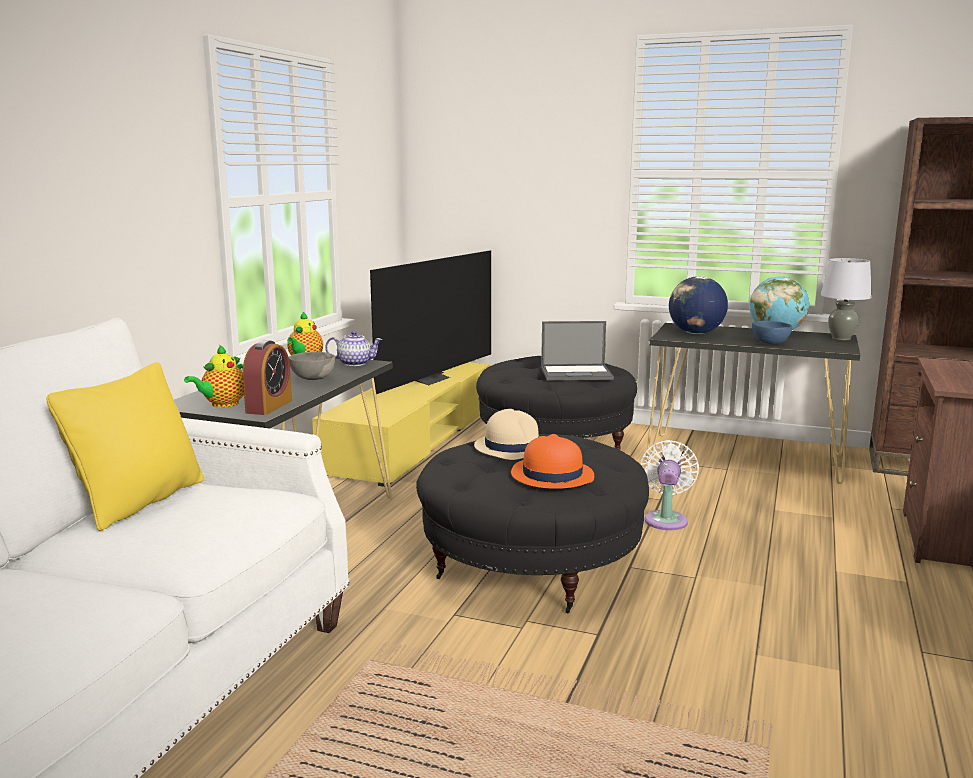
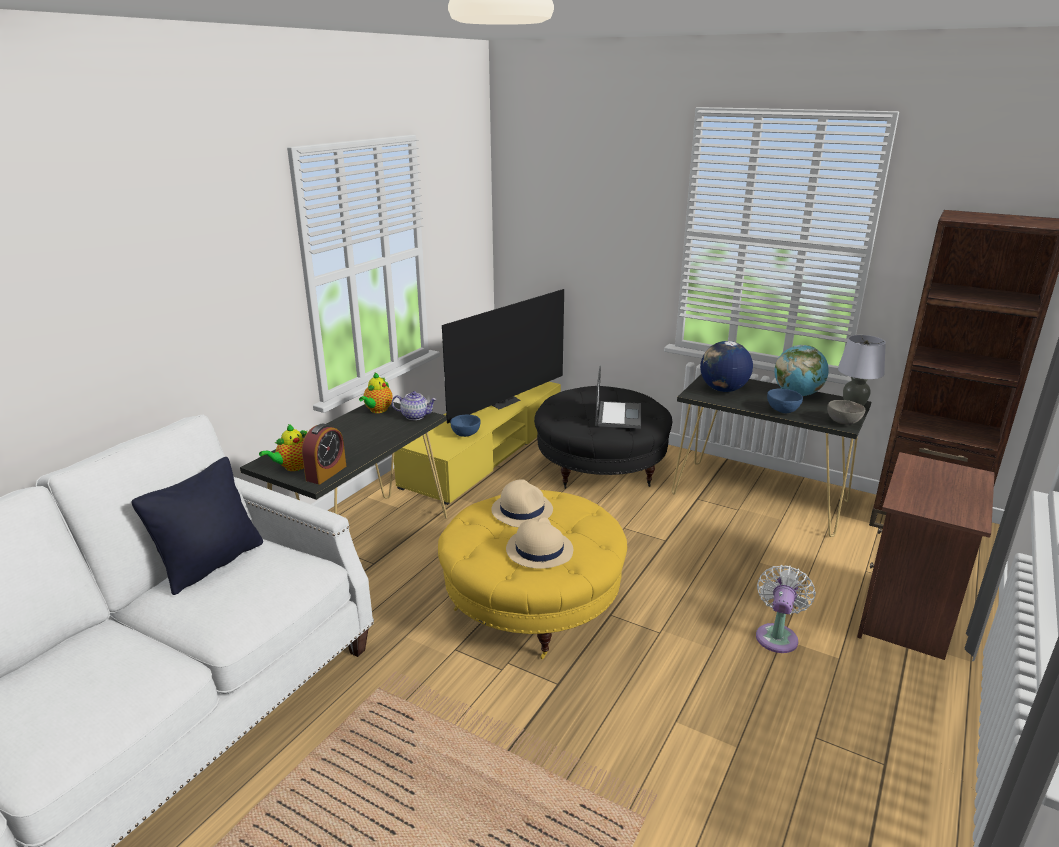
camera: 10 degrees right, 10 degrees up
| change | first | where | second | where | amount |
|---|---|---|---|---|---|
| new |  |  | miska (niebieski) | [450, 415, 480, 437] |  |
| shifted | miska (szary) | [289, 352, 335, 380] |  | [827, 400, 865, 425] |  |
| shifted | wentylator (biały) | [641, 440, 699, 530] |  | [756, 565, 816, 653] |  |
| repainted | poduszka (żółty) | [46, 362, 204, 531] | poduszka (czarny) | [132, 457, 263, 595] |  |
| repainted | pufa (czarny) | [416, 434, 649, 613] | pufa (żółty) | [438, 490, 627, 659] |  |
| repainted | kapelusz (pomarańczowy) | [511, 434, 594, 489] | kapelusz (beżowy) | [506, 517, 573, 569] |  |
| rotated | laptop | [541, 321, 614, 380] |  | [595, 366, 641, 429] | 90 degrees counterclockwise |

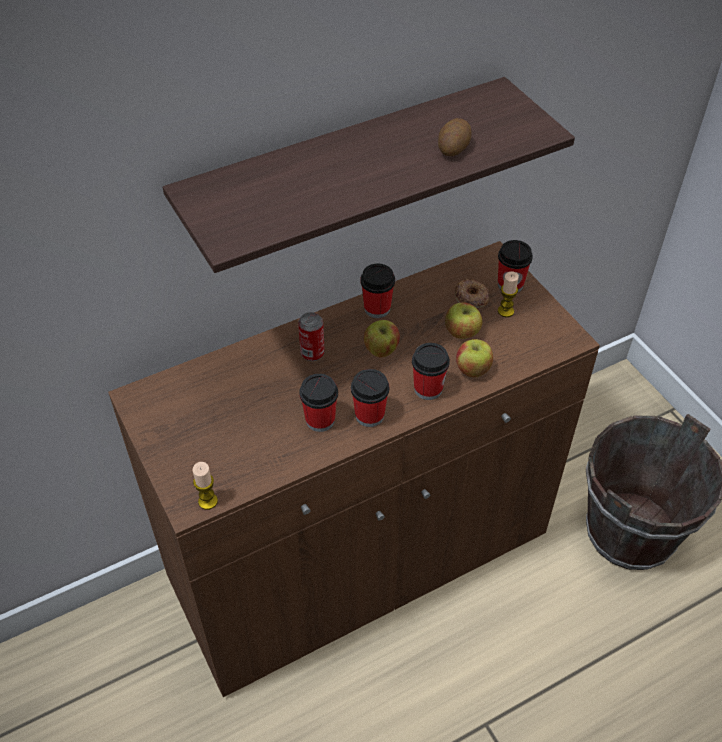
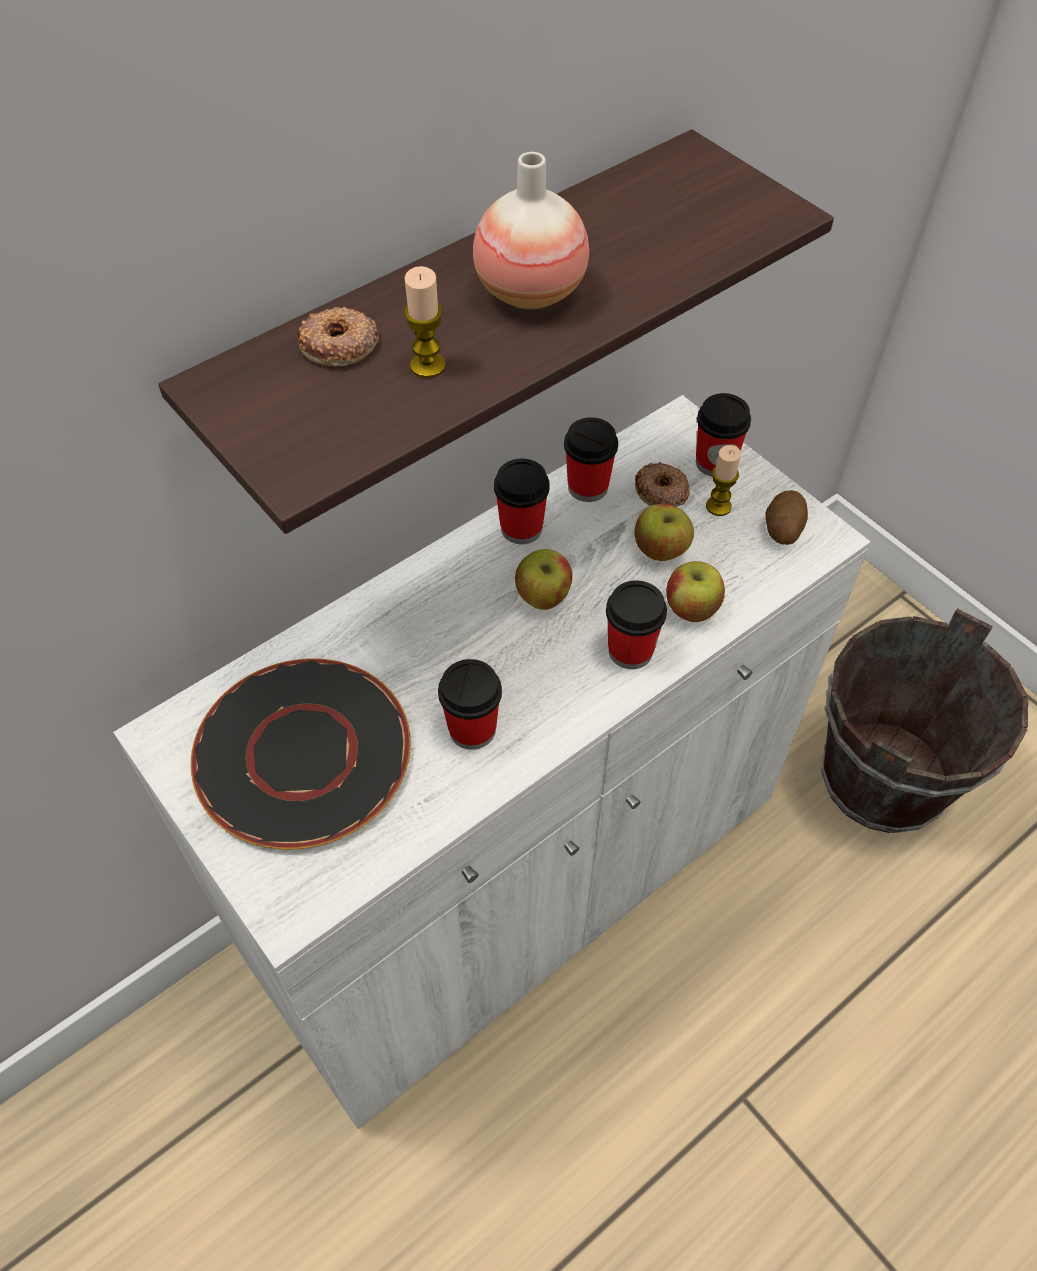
camera: 10 degrees left, 5 degrees up
| change | first | where | second | where | amount |
|---|---|---|---|---|---|
| gone | puszka | [298, 312, 325, 361] |  |  |  |
| new |  |  | talerz (czarny) | [191, 659, 411, 850] |  |
| new |  |  | donut | [298, 307, 379, 367] |  |
| new |  |  | wazon | [473, 152, 589, 310] |  |
| shifted | świeca | [192, 462, 218, 510] |  | [404, 266, 446, 378] |  |
| shifted | filiżanka | [351, 369, 389, 427] |  | [564, 417, 618, 502] |  |
| shifted | ziemniak | [438, 118, 472, 156] |  | [765, 490, 808, 545] |  |
| repainted | szafka (brązowy) | [108, 241, 600, 697] | szafka (biały) | [113, 395, 871, 1129] |  |

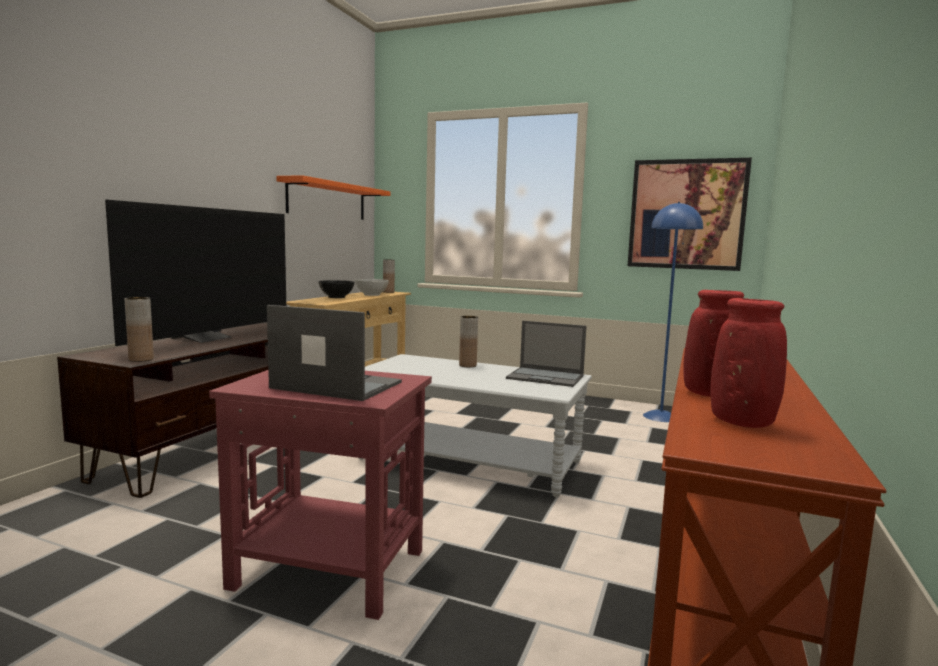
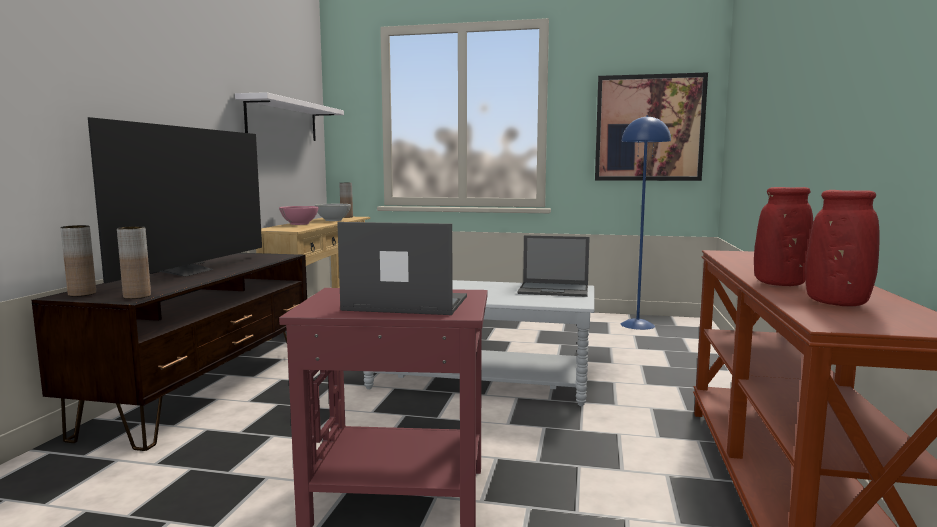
camera: 10 degrees left, 0 degrees up
| change | first | where | second | where | amount |
|---|---|---|---|---|---|
| shifted | wazon (brązowy) | [459, 316, 478, 367] |  | [61, 225, 96, 296] |  |
| repainted | półka (pomarańczowy) | [276, 175, 391, 220] | półka (biały) | [235, 92, 344, 141] |  |
| repainted | miska (czarny) | [318, 280, 355, 298] | miska (różowy) | [279, 206, 319, 225] |  |

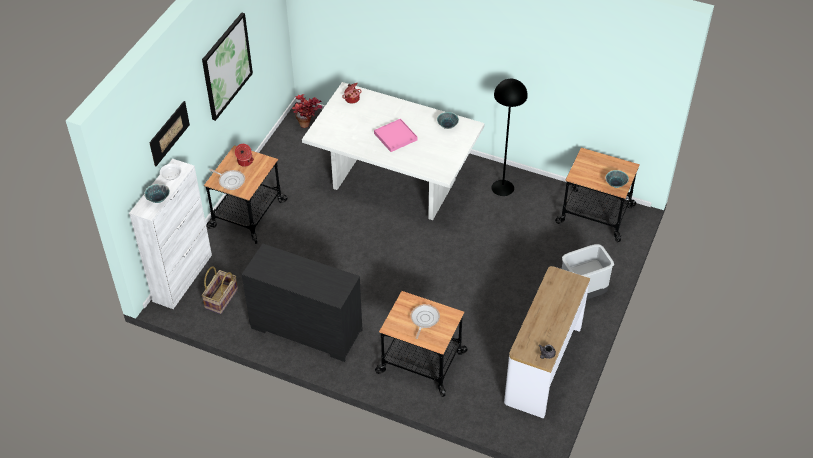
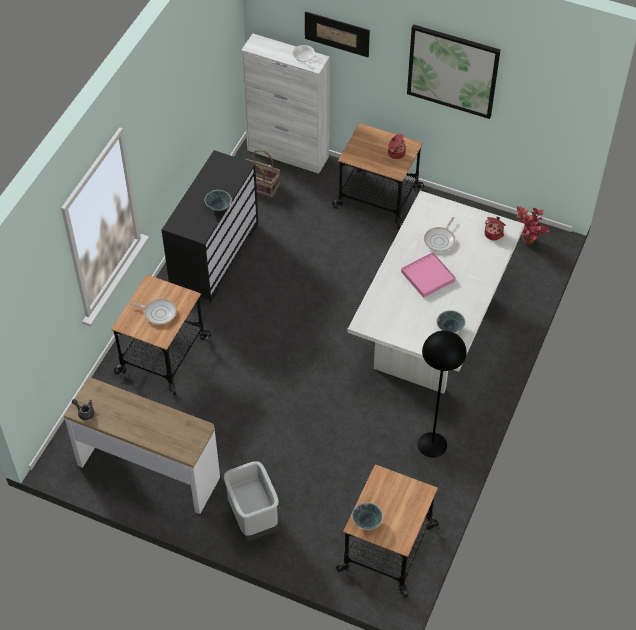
camera: 90 degrees right, 5 degrees up
| change | first | where | second | where | amount |
|---|---|---|---|---|---|
| shifted | miska | [144, 184, 170, 203] |  | [205, 190, 232, 211] |  |
| shifted | patelnia | [209, 169, 245, 190] |  | [424, 217, 455, 252] |  |

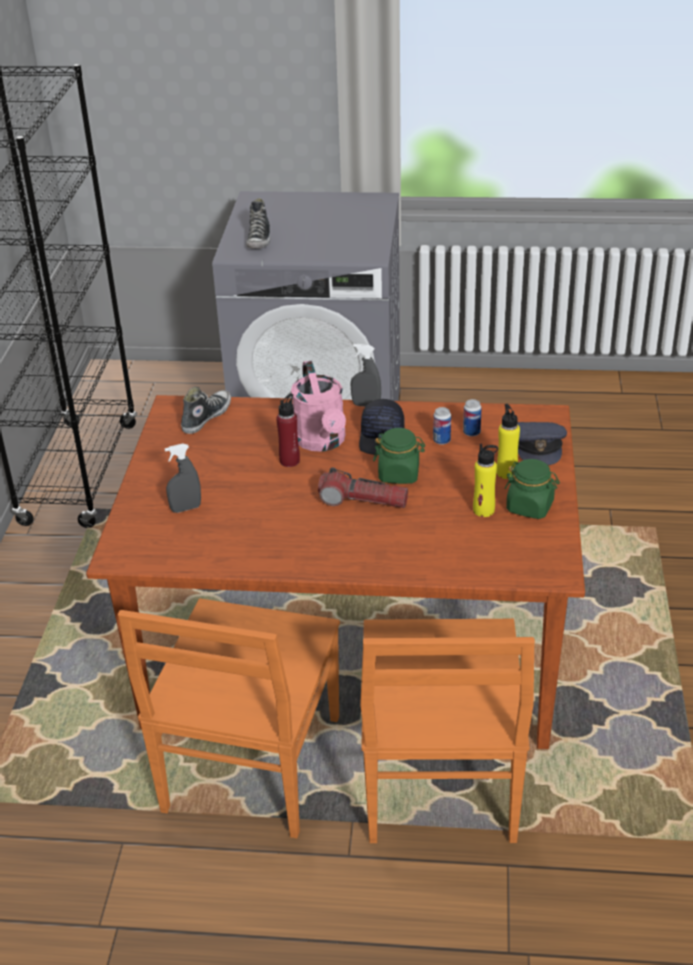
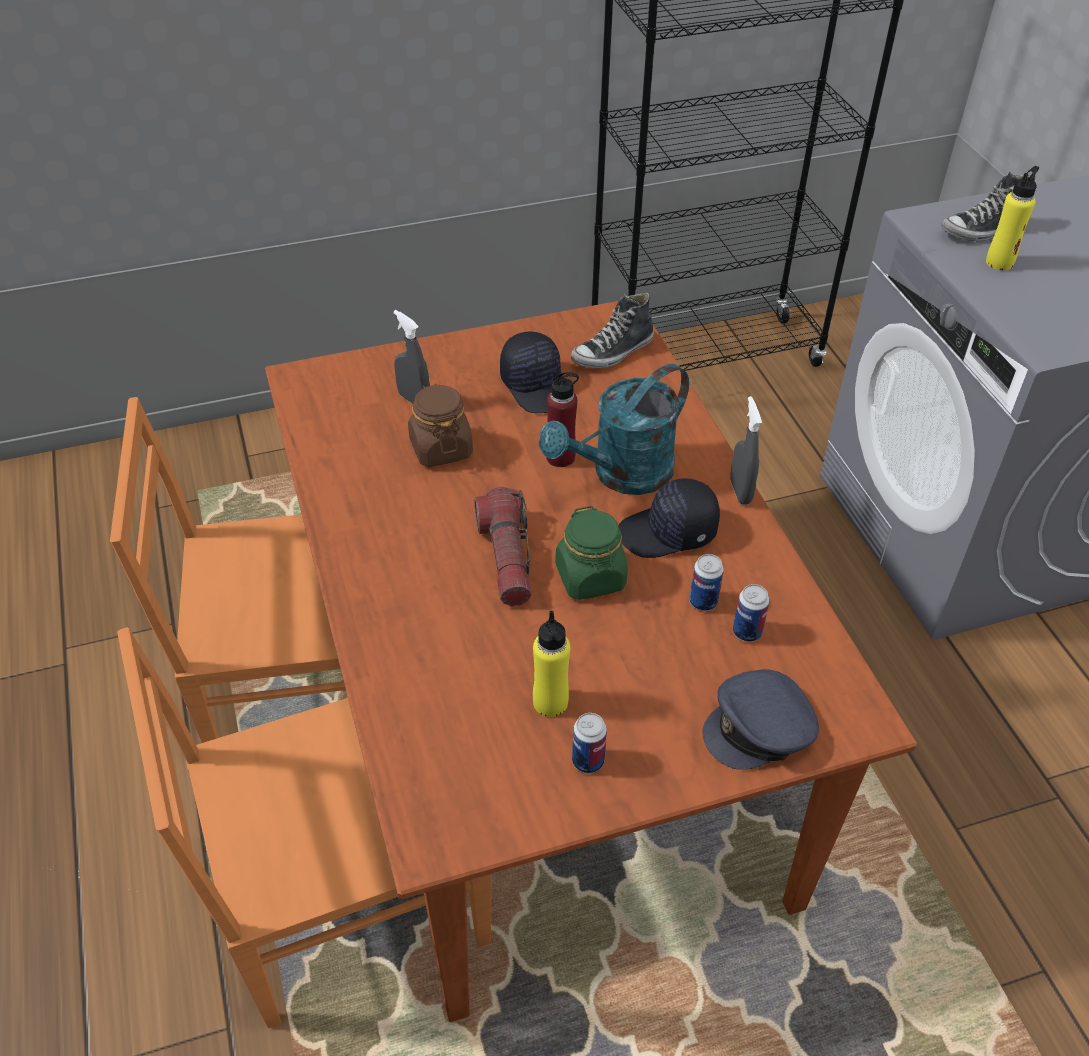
camera: 65 degrees right, 10 degrees up
| change | first | where | second | where | amount |
|---|---|---|---|---|---|
| new |  |  | słoik (brązowy) | [408, 383, 473, 467] |  |
| new |  |  | czapka z daszkiem (czarny) | [500, 331, 563, 413] |  |
| shifted | butelka (żółty) | [497, 404, 520, 479] |  | [986, 166, 1039, 270] |  |
| swapped | słoik (zielony) | [505, 459, 560, 519] | puszka | [572, 713, 607, 773] |  |
| repainted | konewka (różowy) | [291, 361, 346, 452] | konewka (turkusowy) | [539, 364, 689, 495] |  |
| rotated | but | [181, 387, 231, 434] |  | [571, 292, 654, 368] | 135 degrees clockwise |

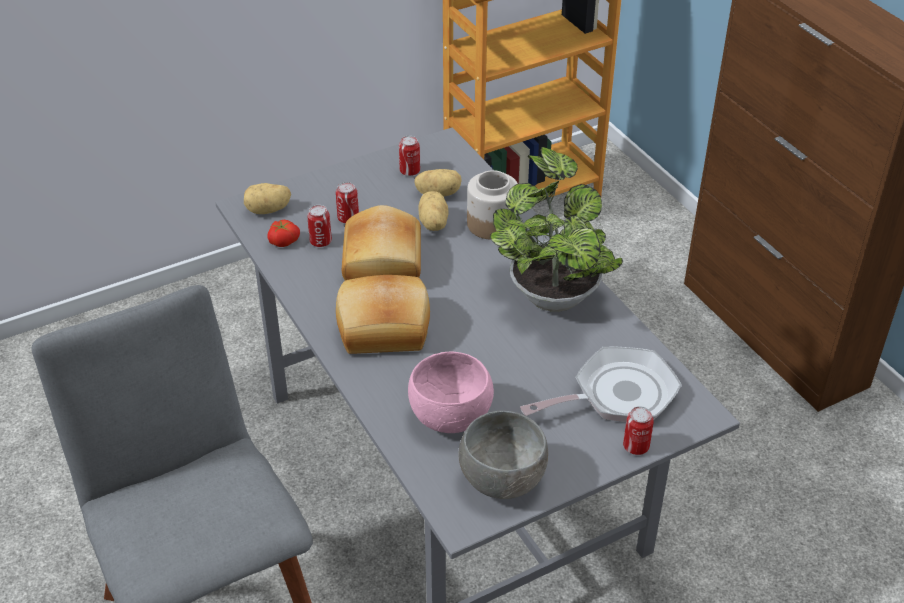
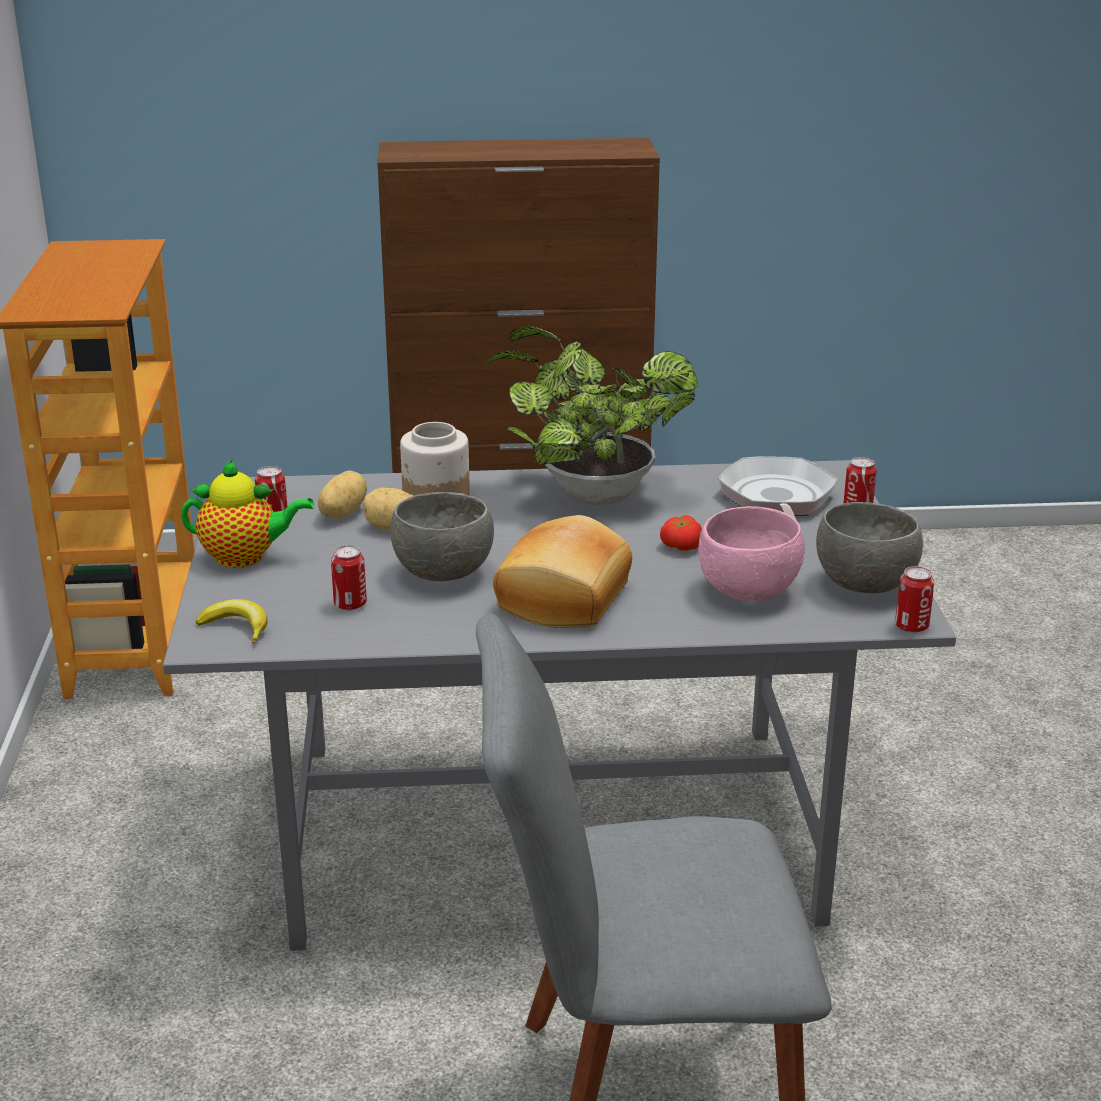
camera: 65 degrees left, 15 degrees down
| change | first | where | second | where | amount |
|---|---|---|---|---|---|
| new |  |  | imbryk | [181, 460, 314, 568] |  |
| shifted | pomidor | [267, 220, 300, 247] |  | [660, 515, 702, 551] |  |
| shifted | puszka | [336, 182, 359, 224] |  | [895, 566, 934, 633] |  |
| swapped | ziemniak | [244, 183, 291, 214] | banan | [196, 599, 268, 644] |  |
| swapped | chleb | [342, 205, 421, 280] | miska (szary) | [390, 492, 494, 582] |  |

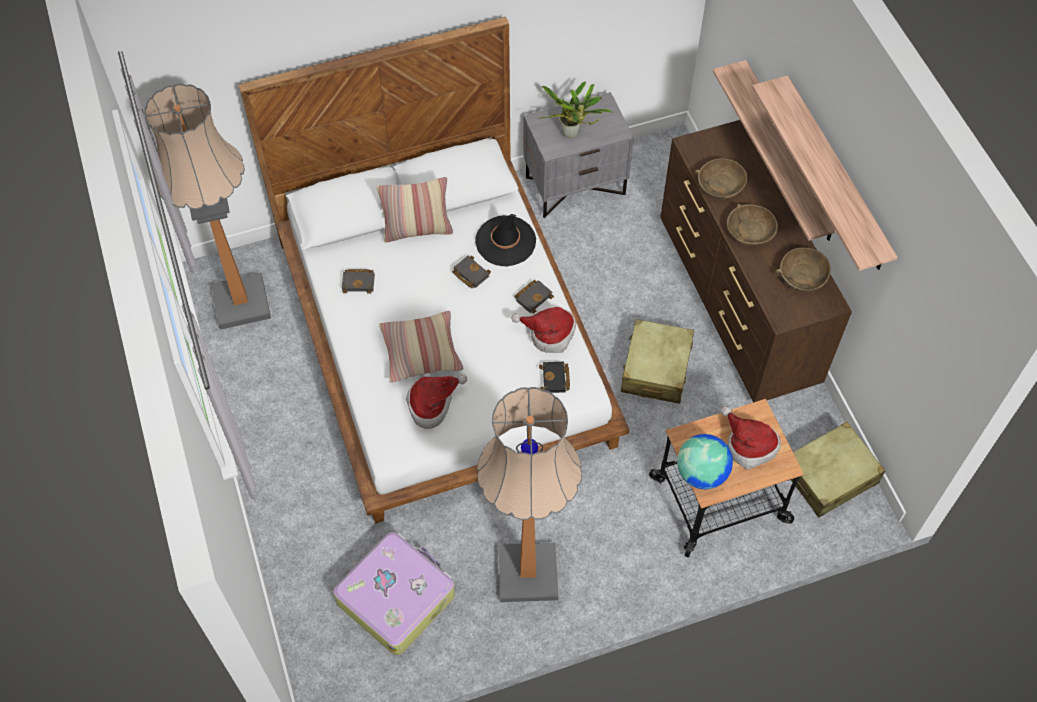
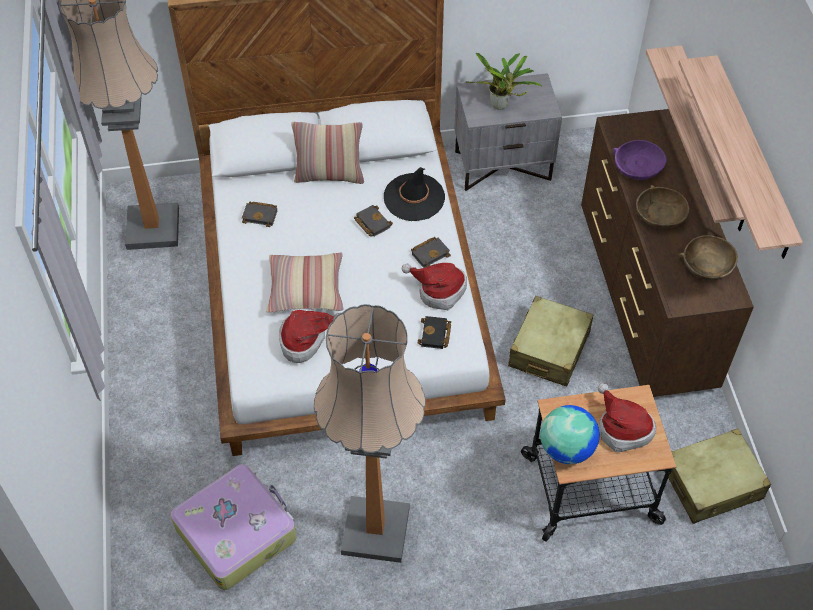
camera: 10 degrees right, 5 degrees down
| change | first | where | second | where | amount |
|---|---|---|---|---|---|
| repainted | miska (brązowy) | [695, 158, 748, 199] | miska (fioletowy) | [613, 140, 667, 180] |  |

